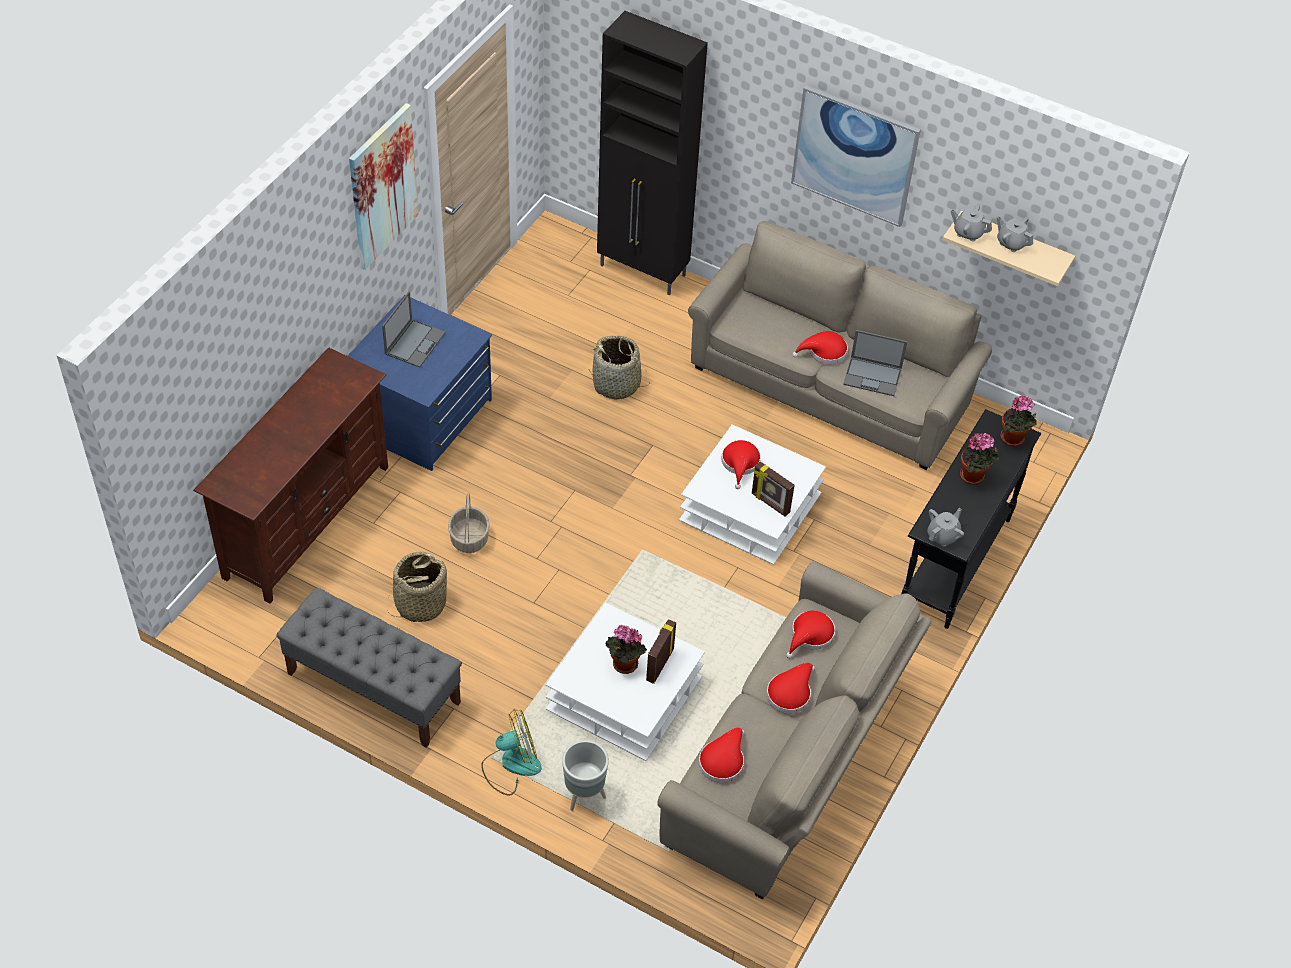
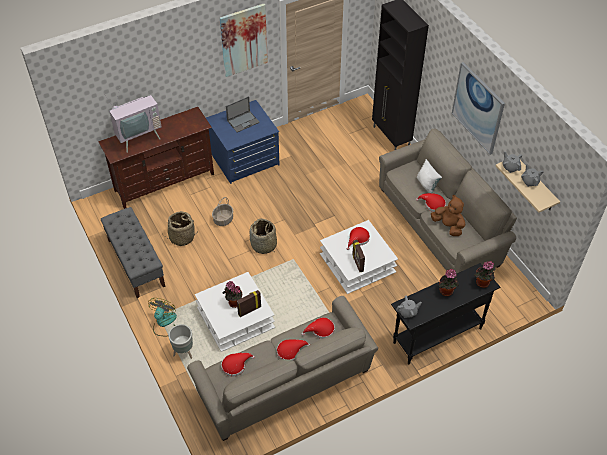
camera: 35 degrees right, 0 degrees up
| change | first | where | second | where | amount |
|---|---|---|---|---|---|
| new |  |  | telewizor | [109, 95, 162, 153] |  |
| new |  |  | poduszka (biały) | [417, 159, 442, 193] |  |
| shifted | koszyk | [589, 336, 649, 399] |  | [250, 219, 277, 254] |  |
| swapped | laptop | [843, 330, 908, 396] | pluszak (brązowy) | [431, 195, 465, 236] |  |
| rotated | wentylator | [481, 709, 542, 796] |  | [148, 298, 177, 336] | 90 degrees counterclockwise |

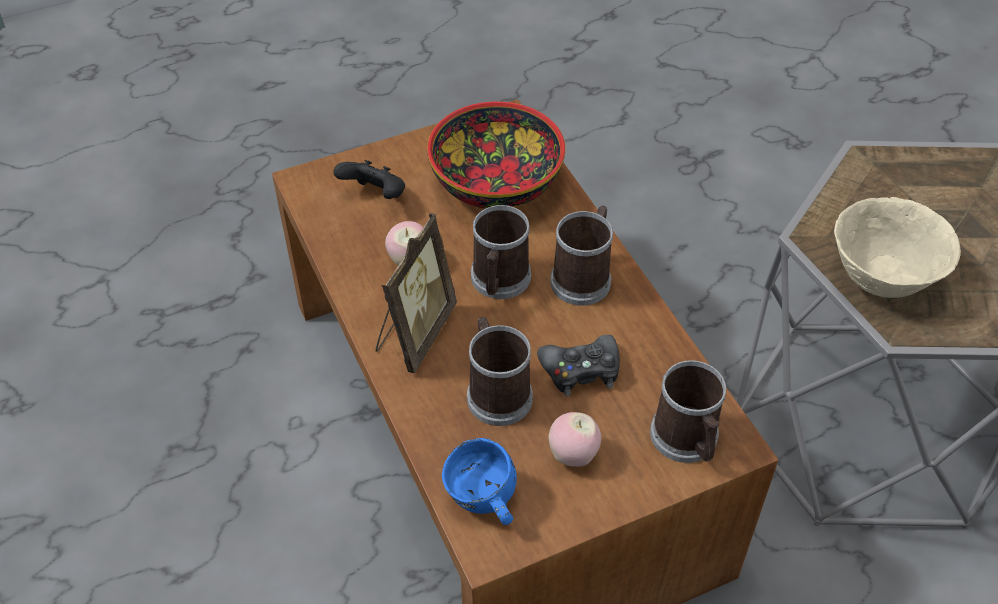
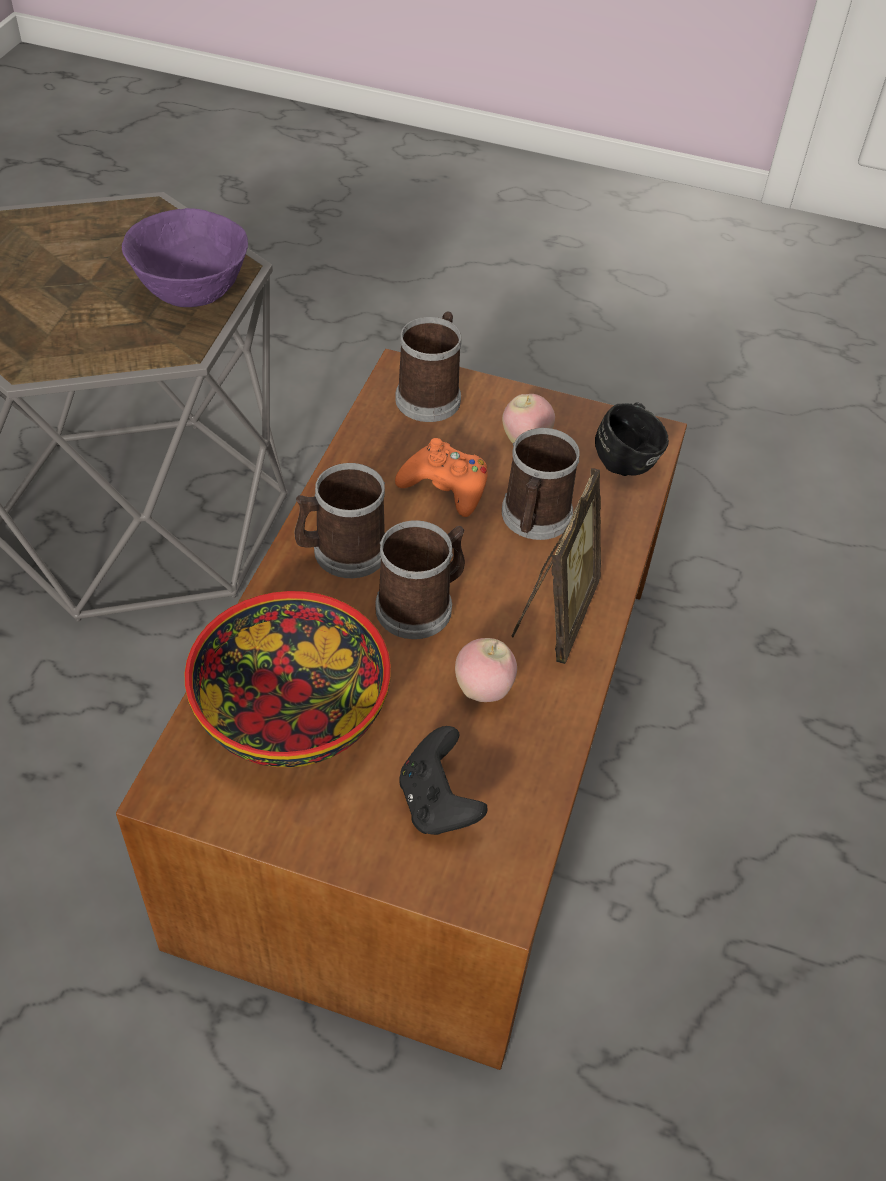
camera: 140 degrees left, 0 degrees up
| change | first | where | second | where | amount |
|---|---|---|---|---|---|
| repainted | kubek (niebieski) | [442, 438, 517, 525] | kubek (czarny) | [595, 402, 669, 476] |  |
| repainted | pad do gier (czarny) | [537, 335, 620, 396] | pad do gier (pomarańczowy) | [395, 438, 488, 517] |  |
| repainted | miska (beżowy) | [834, 197, 961, 298] | miska (fioletowy) | [122, 208, 248, 307] |  |
| rotated | ramka na zdjęcie | [375, 213, 457, 374] |  | [512, 468, 601, 664] | 135 degrees clockwise |

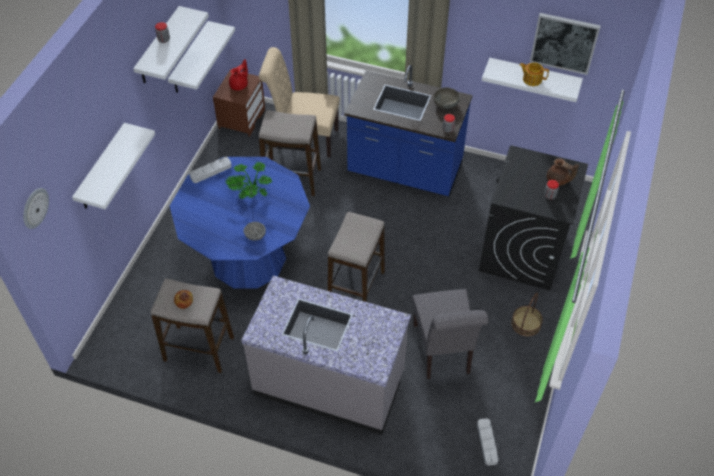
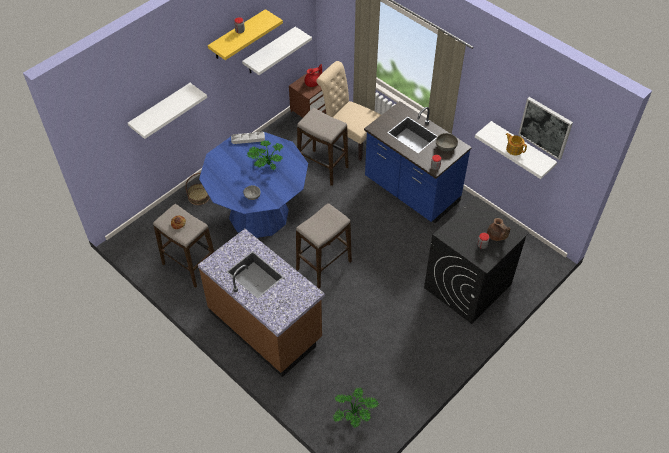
camera: 25 degrees right, 0 degrees up
| change | first | where | second | where | amount |
|---|---|---|---|---|---|
| gone | zegar ścienny | [23, 188, 49, 229] |  |  |  |
| gone | krzesło (szary) | [412, 289, 488, 379] |  |  |  |
| shifted | koszyk | [511, 292, 543, 336] |  | [185, 173, 210, 205] |  |
| swapped | taca (szary) | [477, 418, 499, 466] | roślina doniczkowa | [333, 387, 379, 428] |  |
| repainted | półka (biały) | [133, 6, 209, 84] | półka (żółty) | [208, 9, 283, 60] |  |
| repainted | zabudowa kuchenna (szary) | [241, 276, 411, 435] | zabudowa kuchenna (brązowy) | [198, 229, 325, 377] |  |

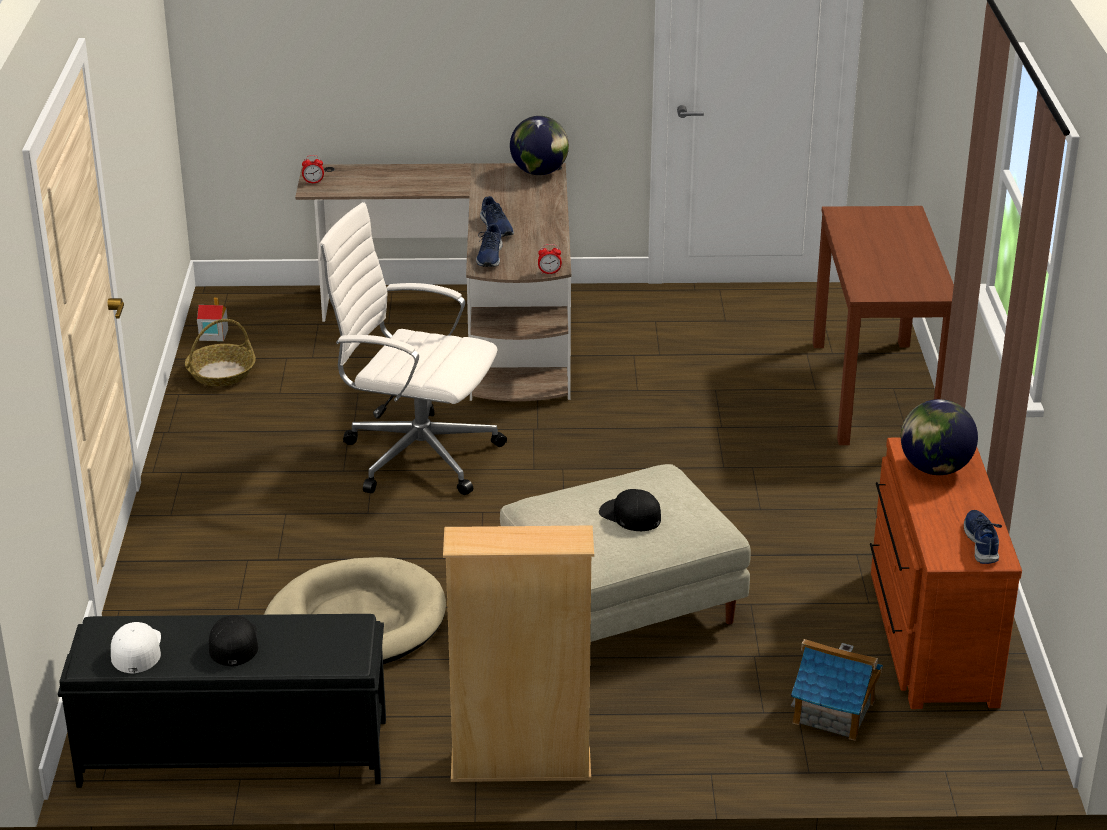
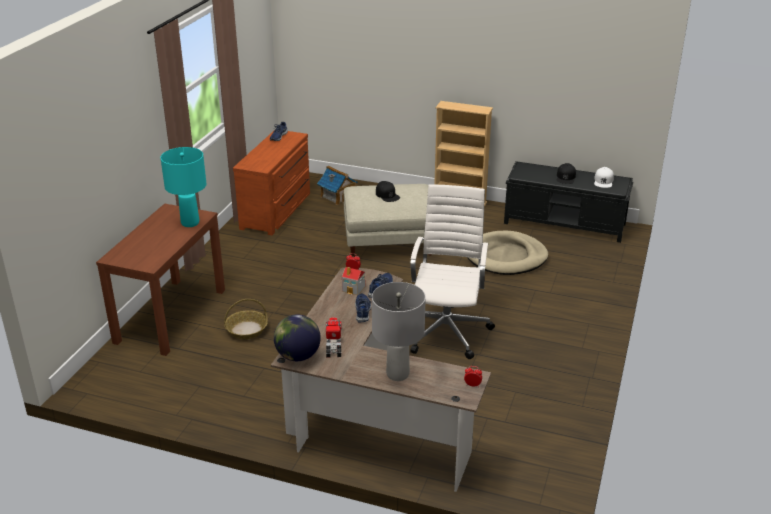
camera: 160 degrees left, 0 degrees up
| change | first | where | second | where | amount |
|---|---|---|---|---|---|
| gone | globus | [901, 399, 978, 475] |  |  |  |
| new |  |  | lampa stołowa (turkusowy) | [161, 147, 207, 227] |  |
| new |  |  | ciężarówka zabawkowa | [326, 317, 342, 358] |  |
| new |  |  | lampa stołowa (szary) | [372, 282, 426, 381] |  |
| shifted | koszyk | [185, 319, 256, 386] |  | [224, 299, 268, 339] |  |
| shifted | domek | [197, 298, 228, 341] |  | [342, 267, 365, 295] |  |
| rotated | krzesło biurowe (biały) | [318, 202, 507, 495] |  | [410, 184, 495, 359] | 120 degrees counterclockwise |

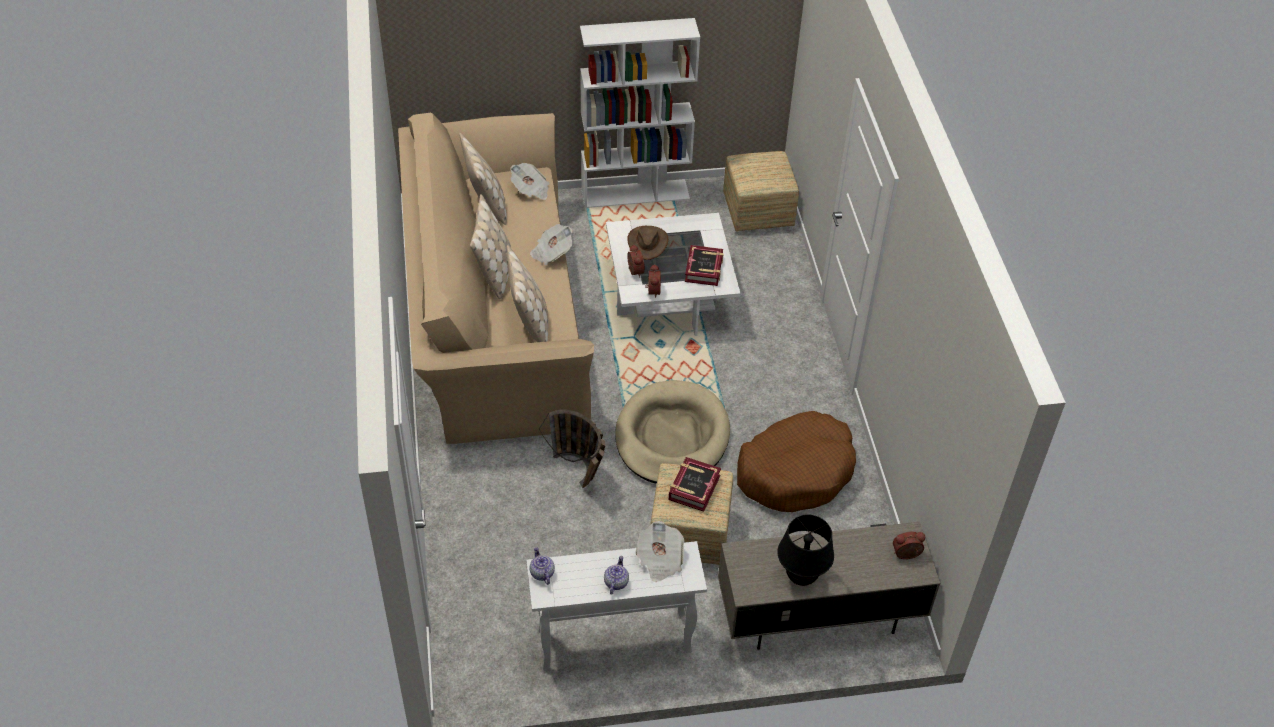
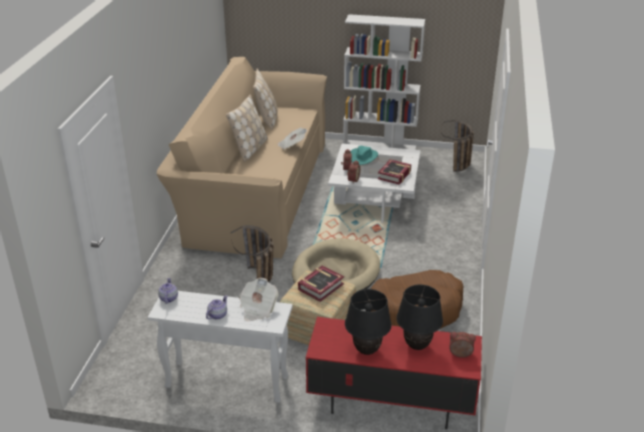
camera: 20 degrees right, 15 degrees down
| change | first | where | second | where | amount |
|---|---|---|---|---|---|
| gone | poduszka (beżowy) | [507, 245, 548, 342] |  |  |  |
| gone | gazeta | [510, 163, 550, 200] |  |  |  |
| new |  |  | lampa stołowa (czarny) | [396, 284, 443, 350] |  |
| swapped | pufa | [723, 151, 799, 231] | koszyk | [441, 120, 474, 172] |  |
| repainted | kapelusz (brązowy) | [627, 226, 668, 260] | kapelusz (turkusowy) | [351, 146, 378, 165] |  |
| repainted | szafka pod telewizor (szary) | [718, 522, 940, 650] | szafka pod telewizor (czerwony) | [306, 317, 482, 430] |  |

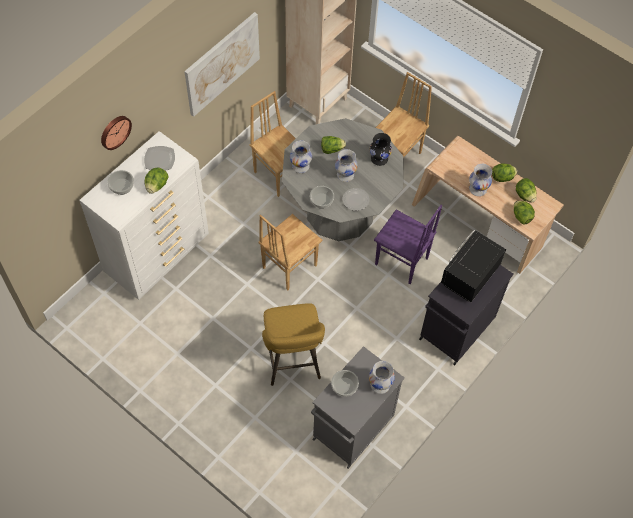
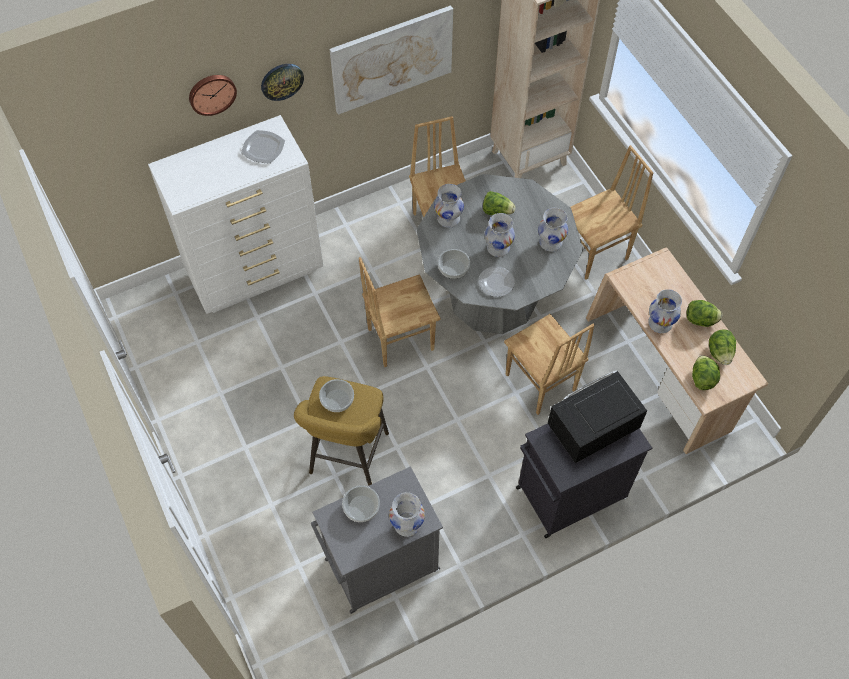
camera: 25 degrees right, 0 degrees up
| change | first | where | second | where | amount |
|---|---|---|---|---|---|
| gone | sałata | [144, 168, 169, 194] |  |  |  |
| new |  |  | zegar ścienny | [261, 64, 304, 101] |  |
| shifted | miska | [107, 170, 134, 195] |  | [319, 379, 354, 412] |  |
| repainted | wazon (czarny) | [370, 133, 392, 166] | wazon (biały) | [538, 208, 568, 252] |  |
| repainted | krzesło (fioletowy) | [374, 205, 442, 284] | krzesło (brązowy) | [504, 314, 594, 415] |  |

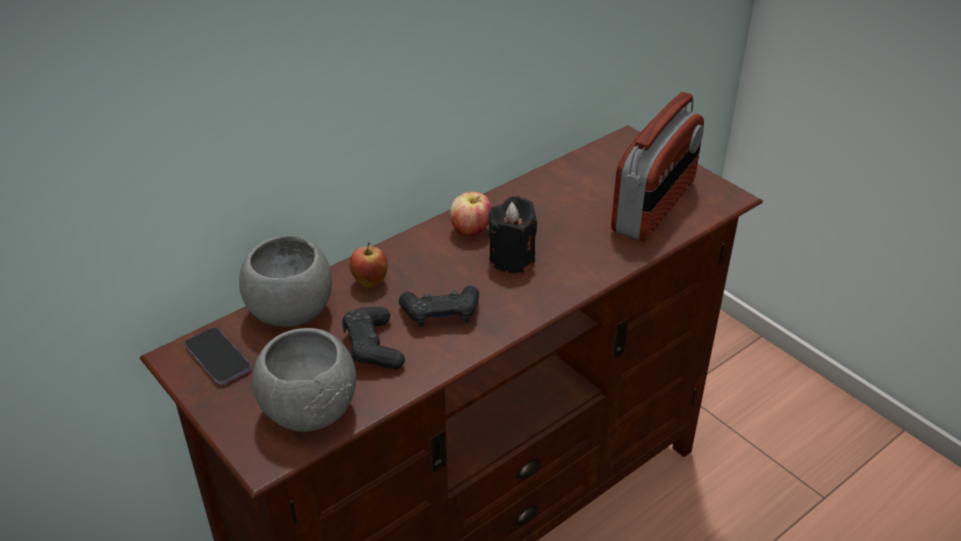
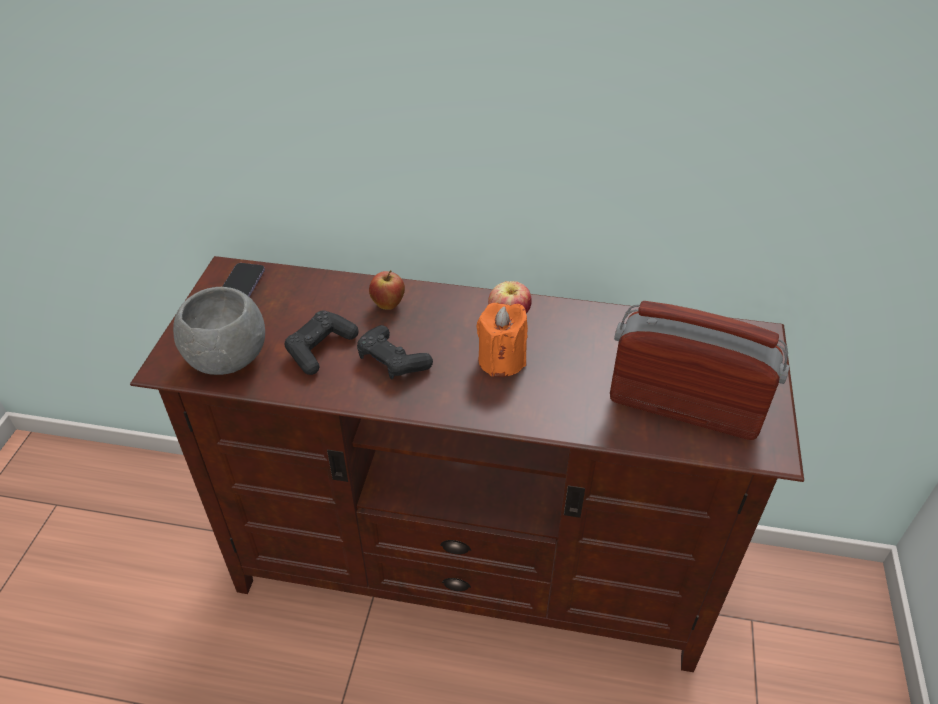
camera: 50 degrees right, 5 degrees up
| change | first | where | second | where | amount |
|---|---|---|---|---|---|
| gone | miska (szary) | [239, 235, 332, 327] |  |  |  |
| repainted | świeca (czarny) | [488, 196, 537, 273] | świeca (pomarańczowy) | [476, 303, 528, 377] |  |
| rotated | radio | [611, 92, 704, 241] |  | [610, 301, 789, 440] | 150 degrees counterclockwise |

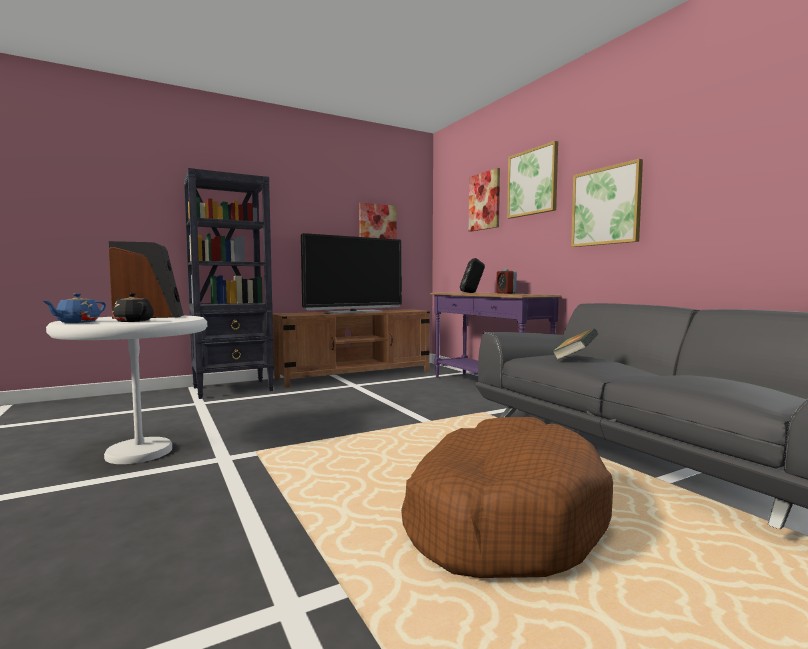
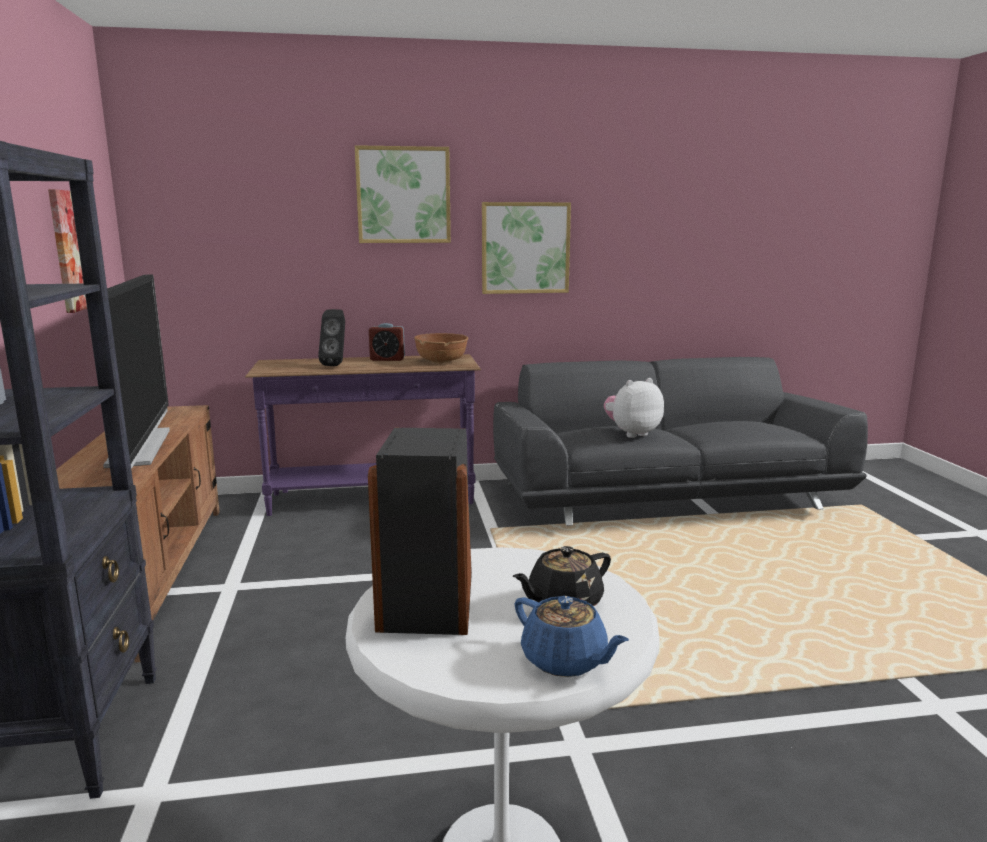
camera: 70 degrees left, 10 degrees up
| change | first | where | second | where | amount |
|---|---|---|---|---|---|
| gone | legowisko (brązowy) | [401, 417, 613, 578] |  |  |  |
| gone | obraz | [469, 168, 500, 232] |  |  |  |
| new |  |  | miska (brązowy) | [414, 333, 468, 364] |  |
| swapped | książka | [552, 328, 598, 360] | pluszak | [604, 378, 664, 438] |  |

